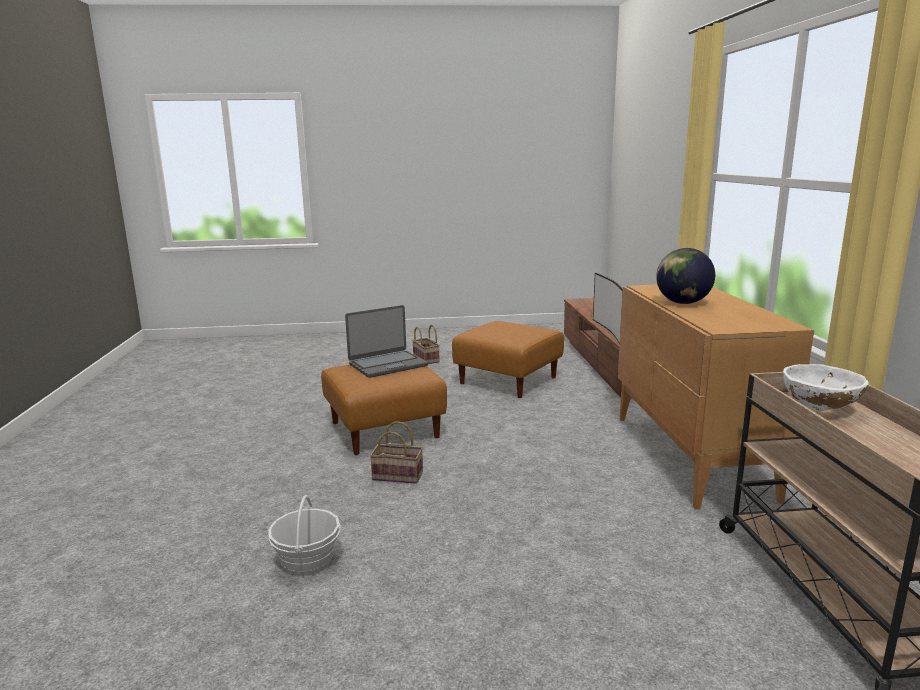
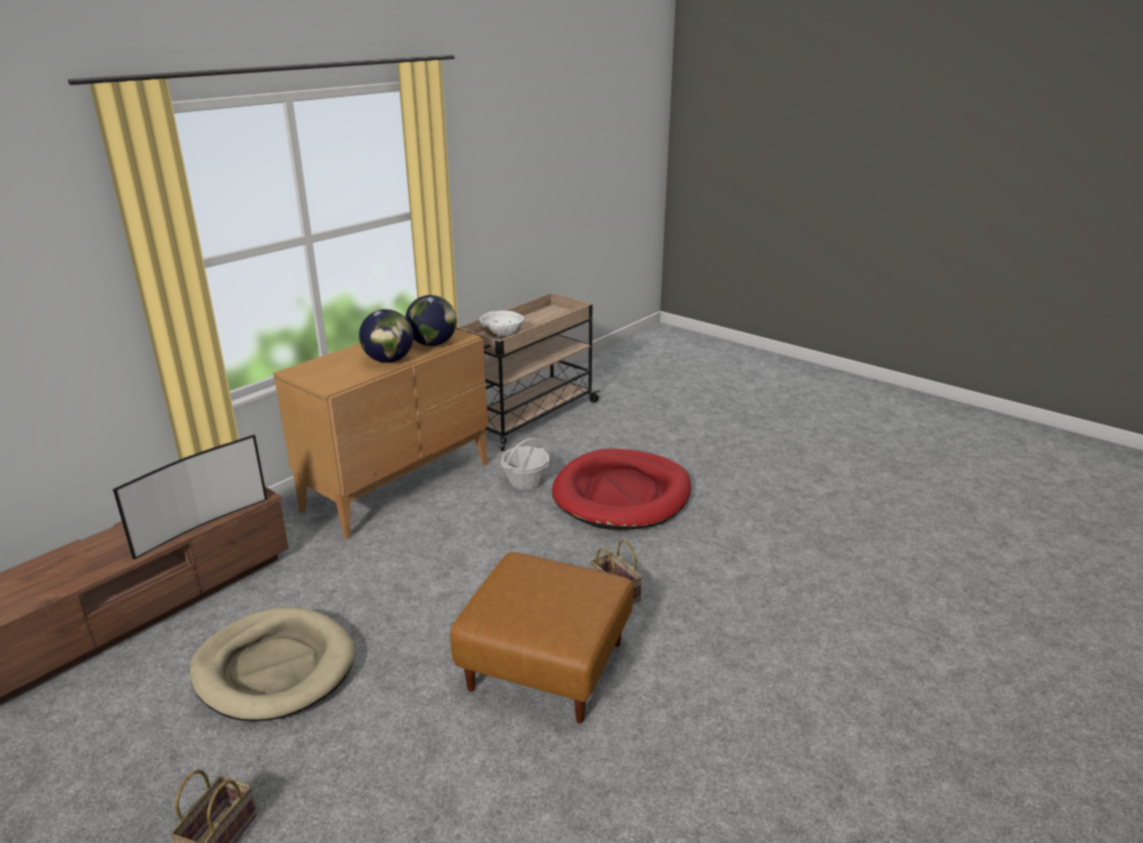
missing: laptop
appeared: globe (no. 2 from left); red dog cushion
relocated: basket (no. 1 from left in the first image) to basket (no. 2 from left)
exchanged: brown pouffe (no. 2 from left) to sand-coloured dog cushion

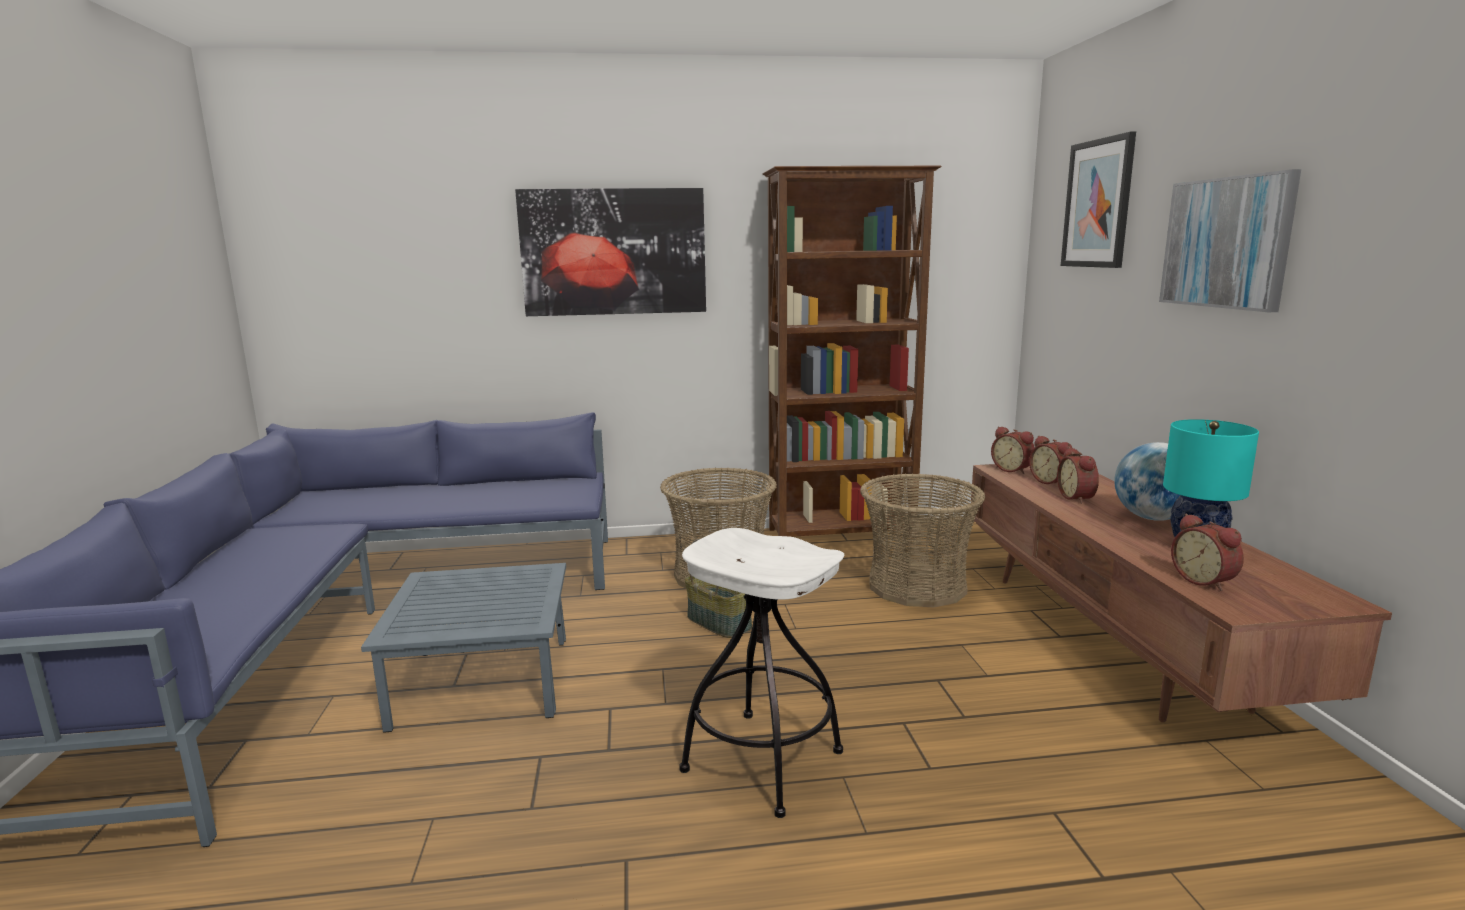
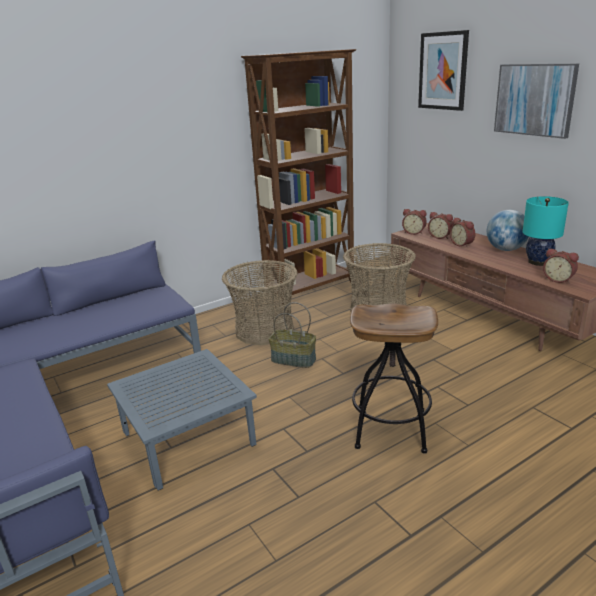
missing: picture (no. 1 from left)
colour: white-coloured stool seat to brown stool seat

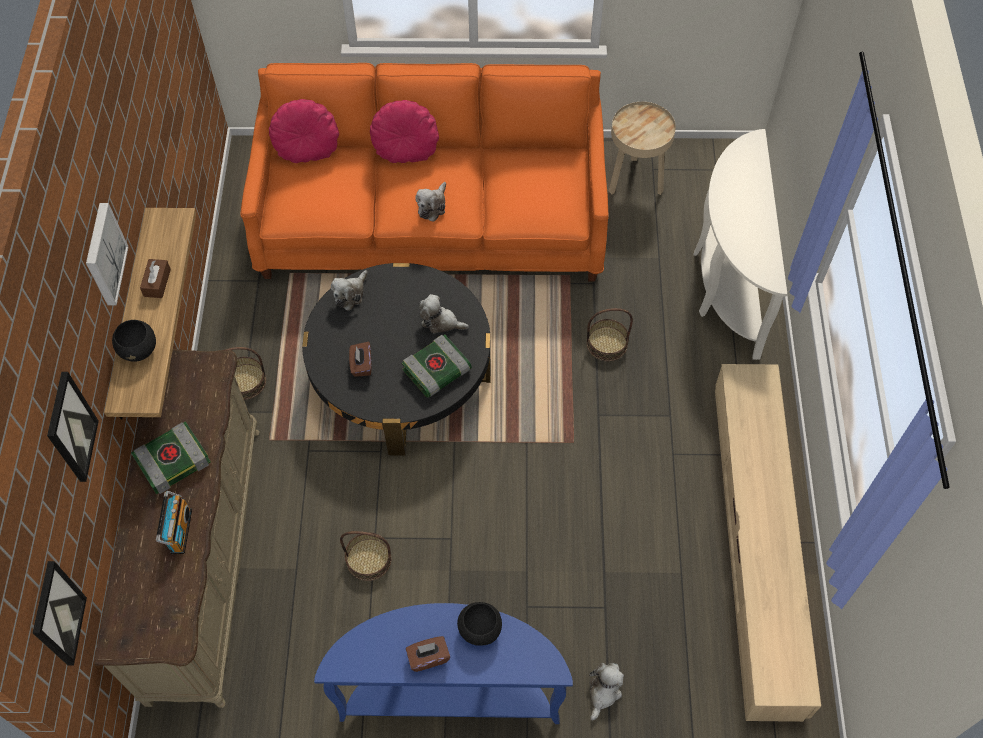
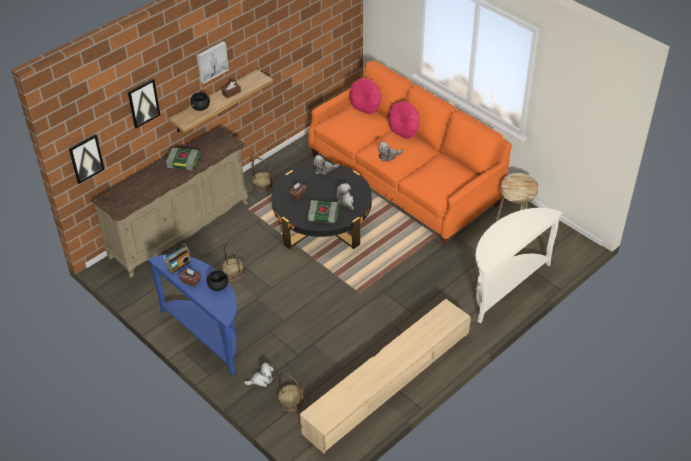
relocated: radio receiver; basket (no. 3 from left)

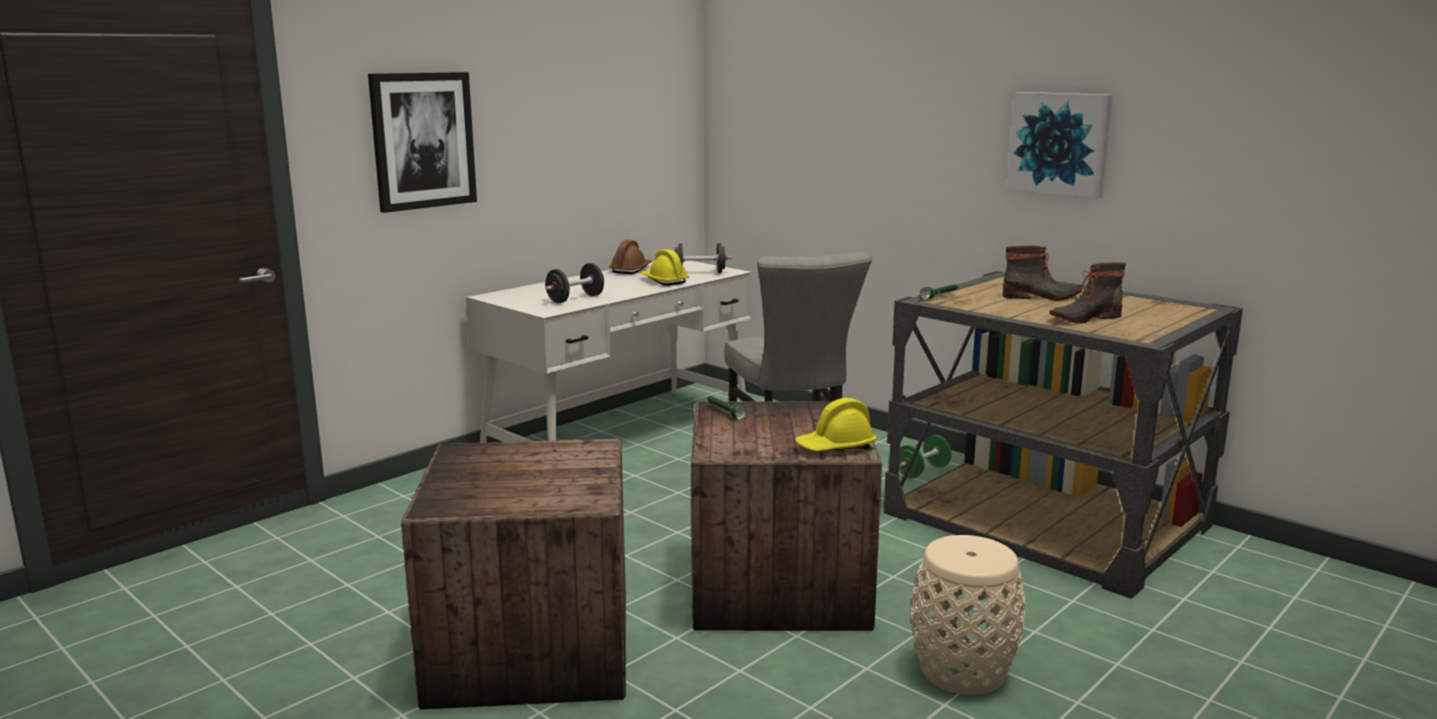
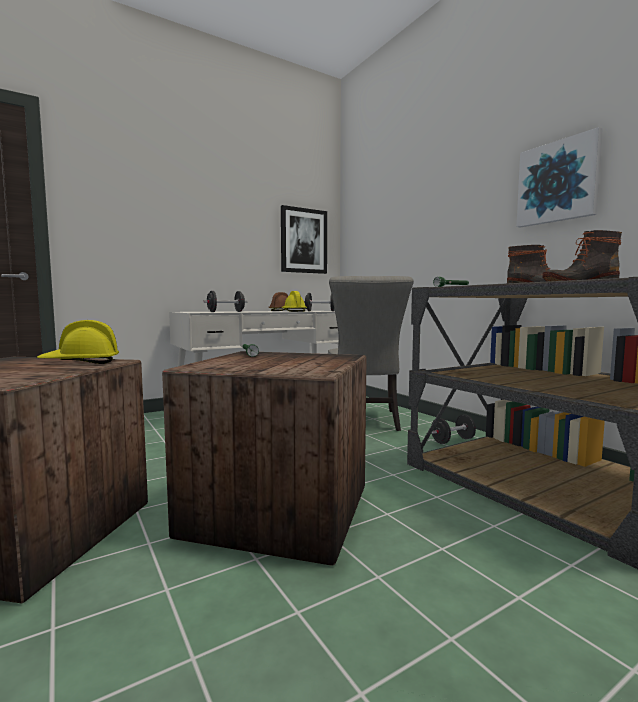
missing: sand-coloured stool seat
relocated: picture (no. 1 from left); yellowish work helmet (no. 2 from left in the first image) to yellowish work helmet (no. 1 from left)
colour: green-coloured hand weight to black hand weight (no. 3 from left)

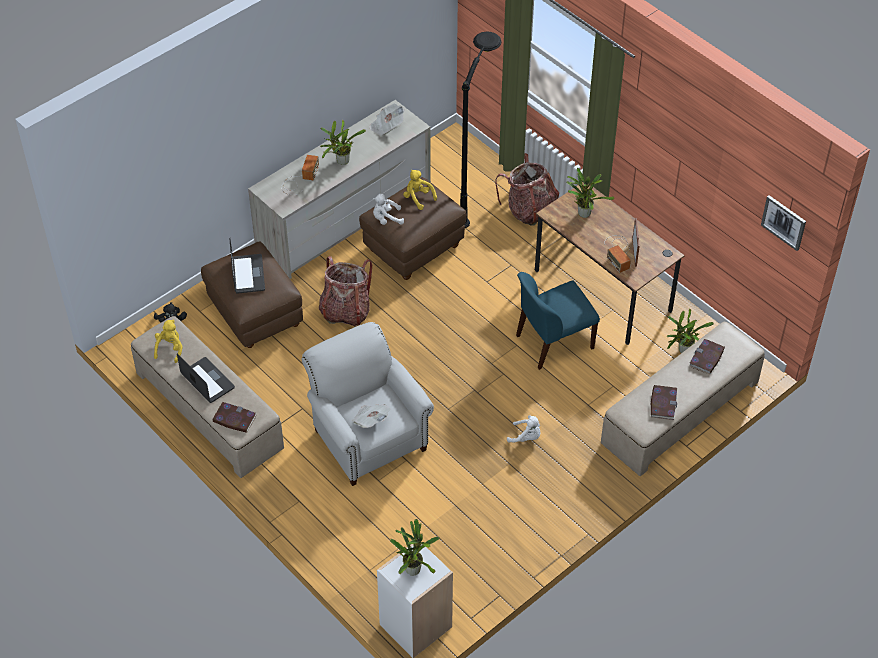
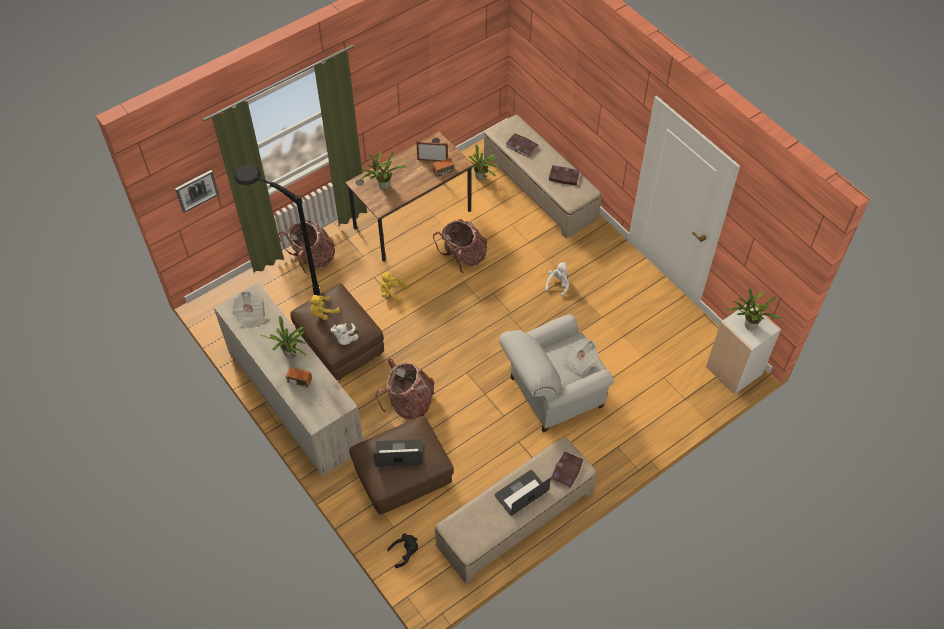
relocated: yellowish cuddly toy (no. 1 from left in the first image) to yellowish cuddly toy (no. 2 from left); picture
exchanged: bluish plain chair to backpack (no. 3 from left)

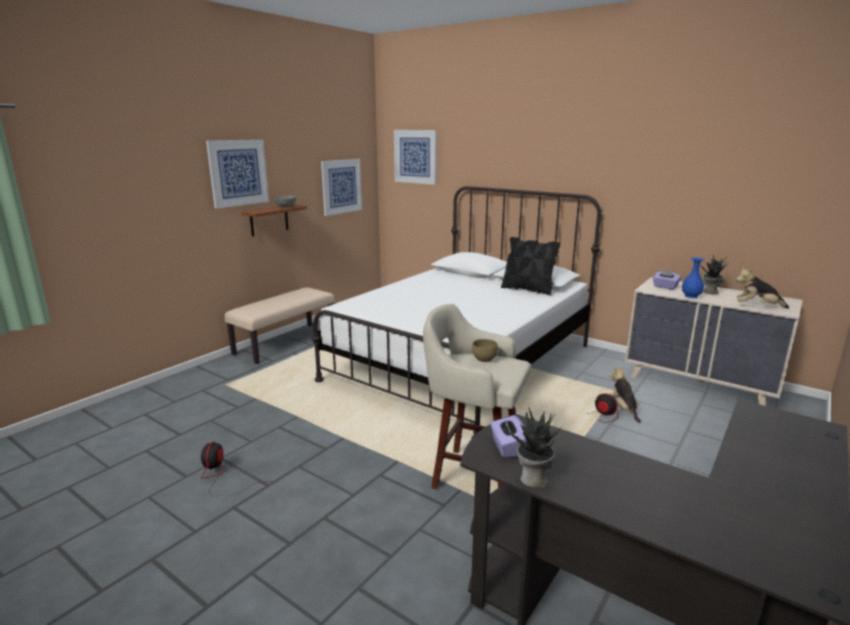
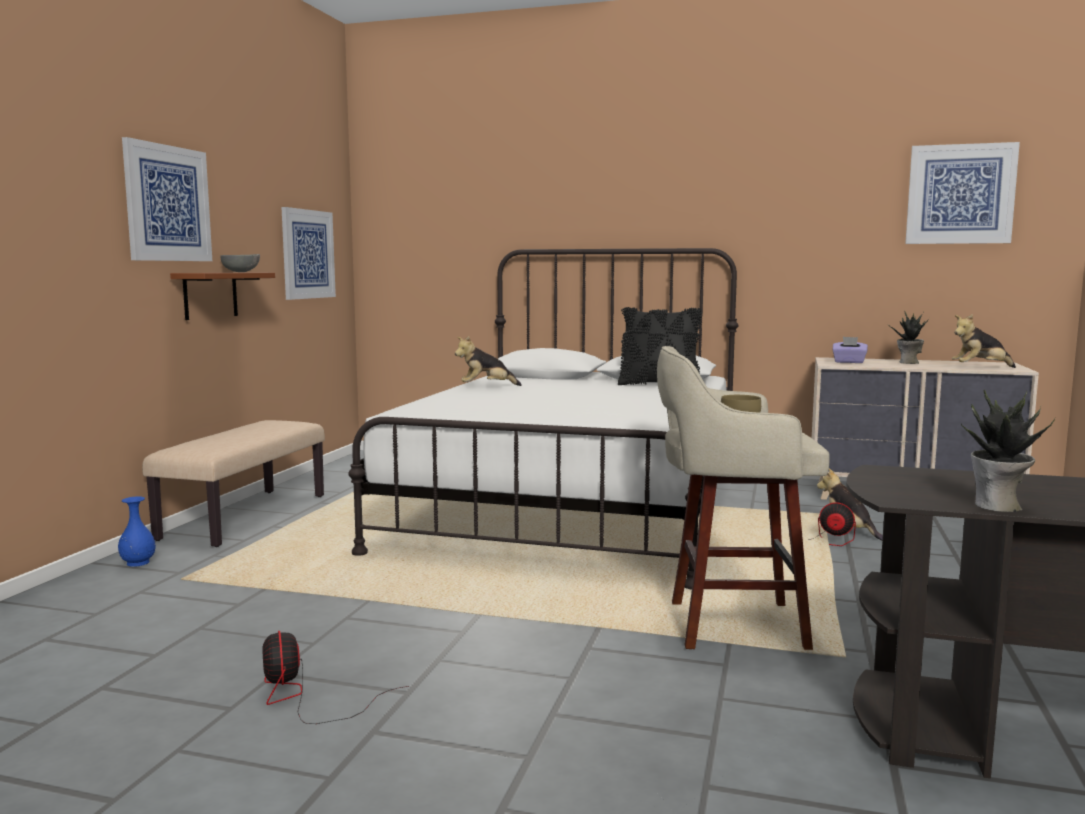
missing: purple-coloured box of tissues (no. 1 from left)
appeared: cuddly toy (no. 1 from left)
relocated: picture (no. 3 from left); bluish decorative vase

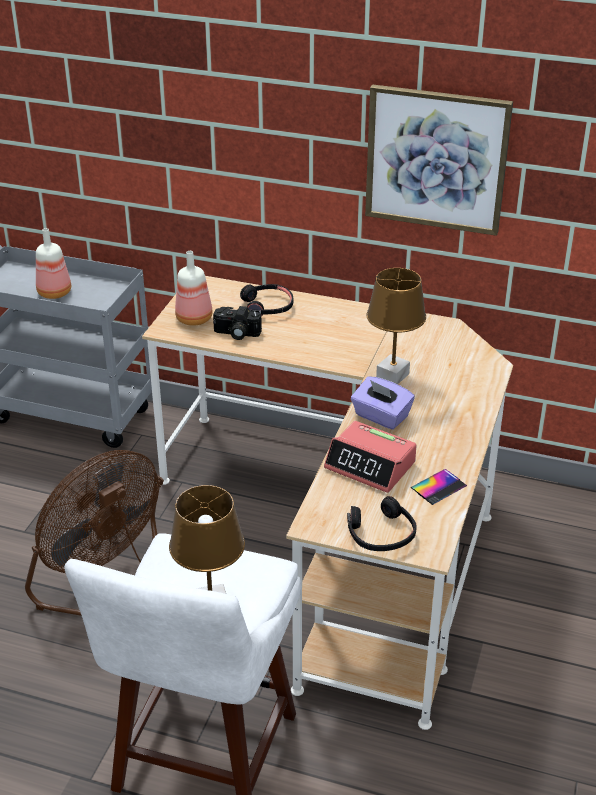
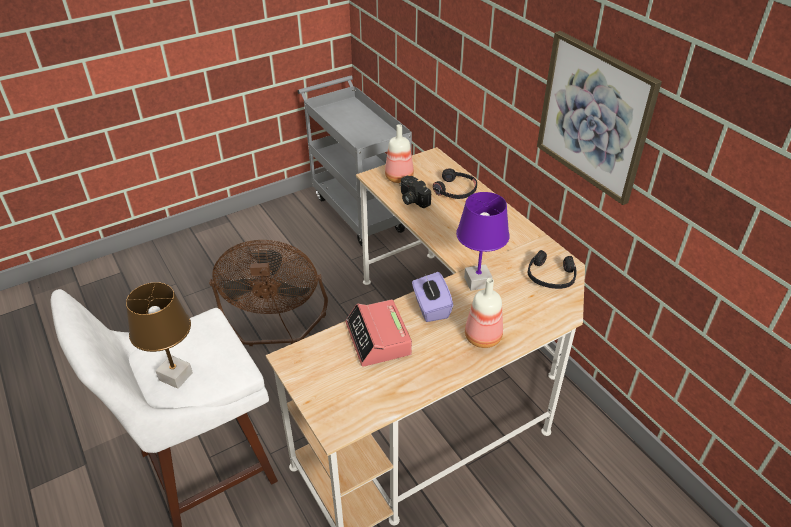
missing: telephone
relocated: drink bottle (no. 1 from left in the first image) to drink bottle (no. 2 from left); black headphones (no. 2 from left)
colour: brown table lamp (no. 2 from left) to purple-coloured table lamp

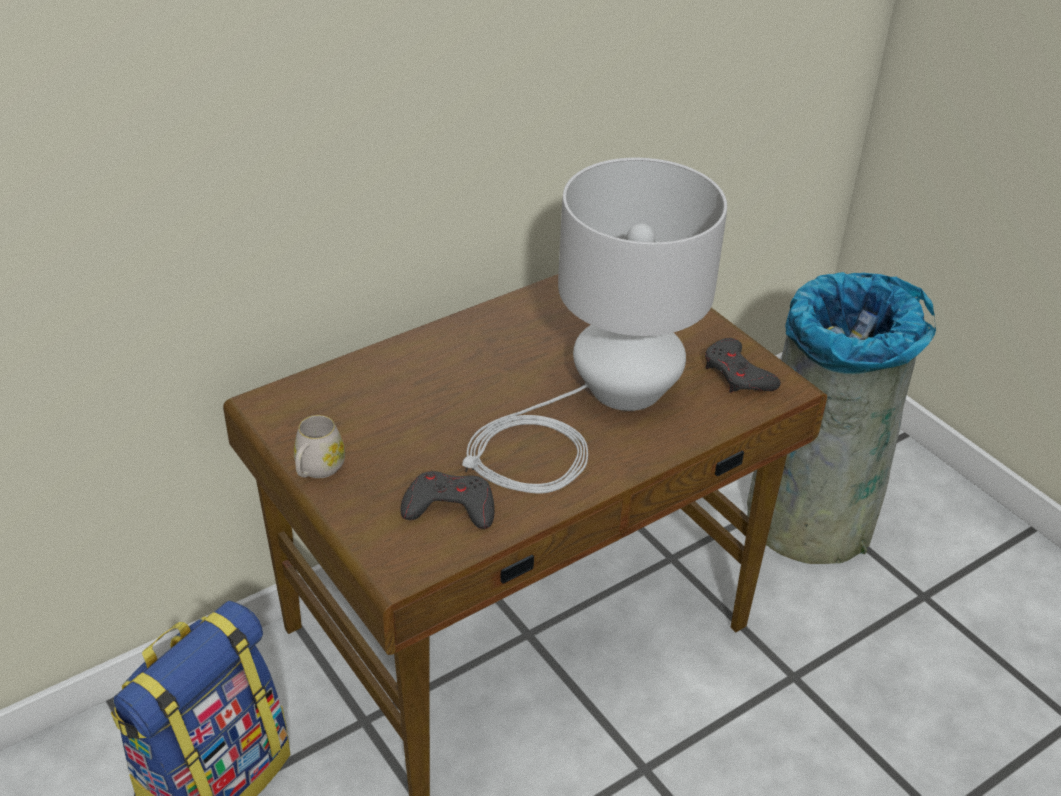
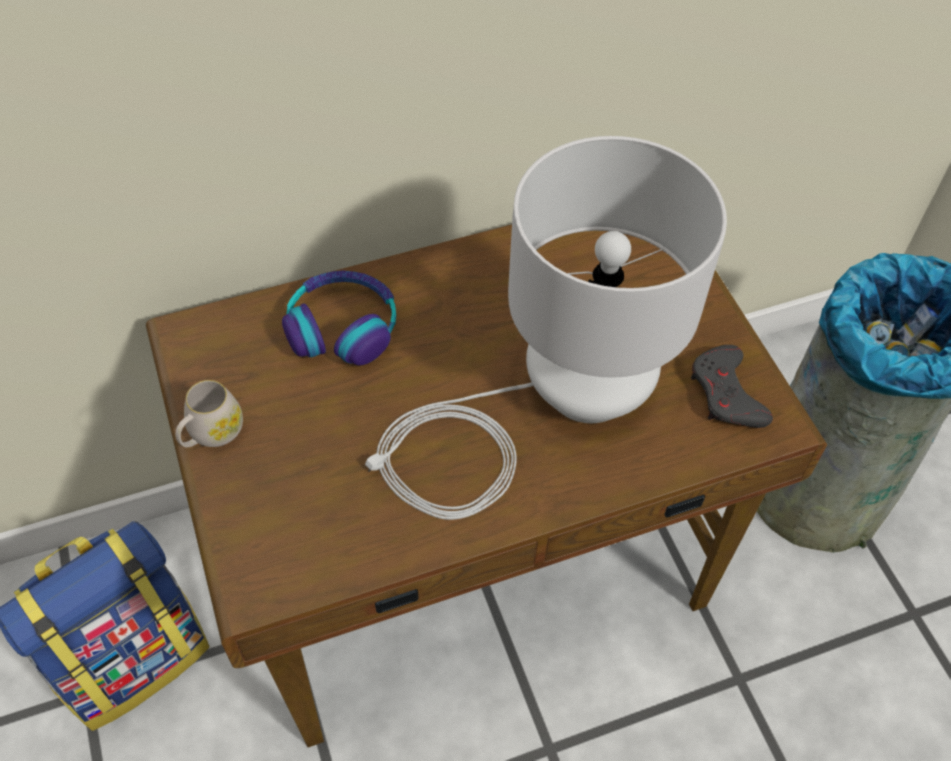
missing: grey game controller (no. 1 from left)
appeared: headphones

